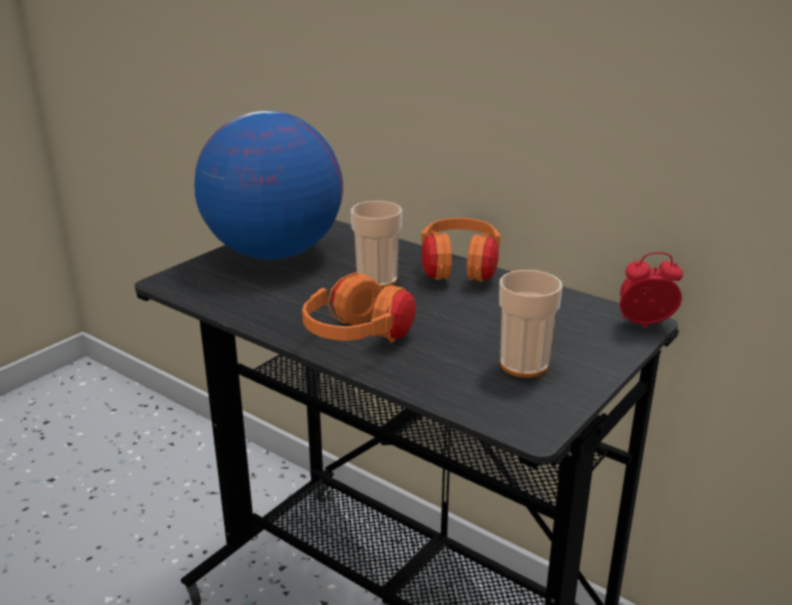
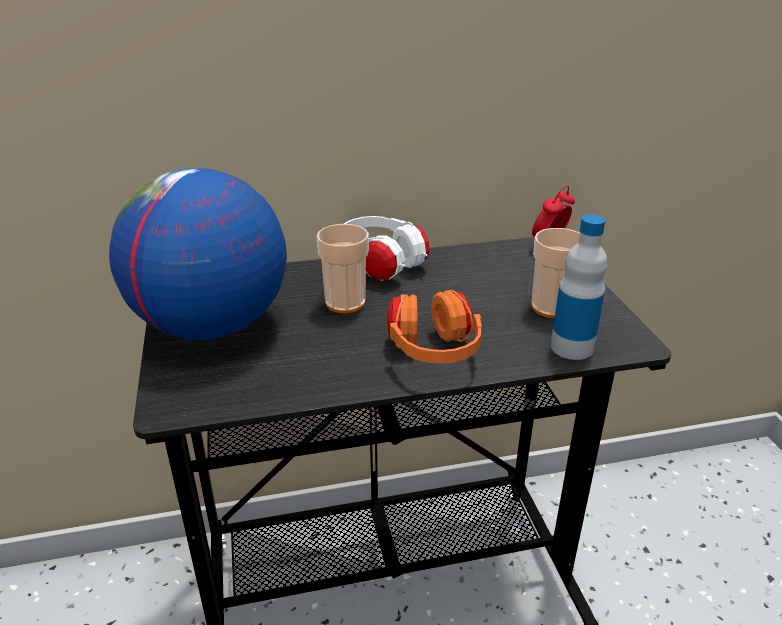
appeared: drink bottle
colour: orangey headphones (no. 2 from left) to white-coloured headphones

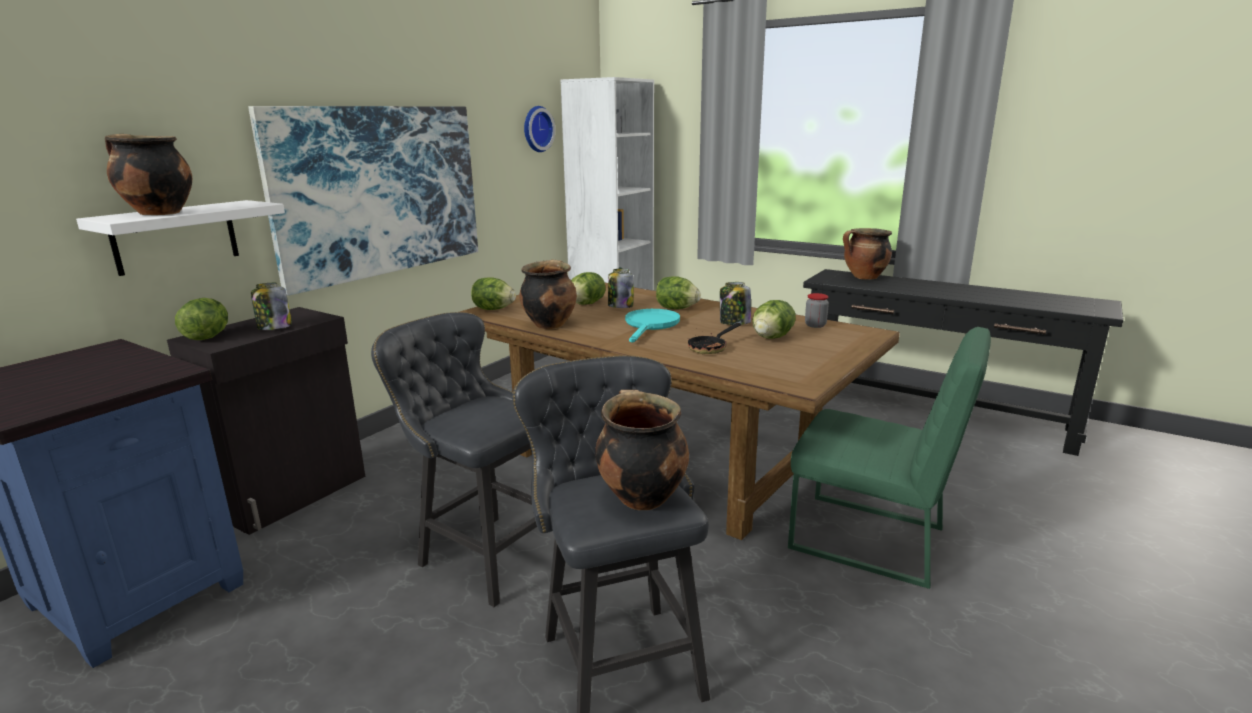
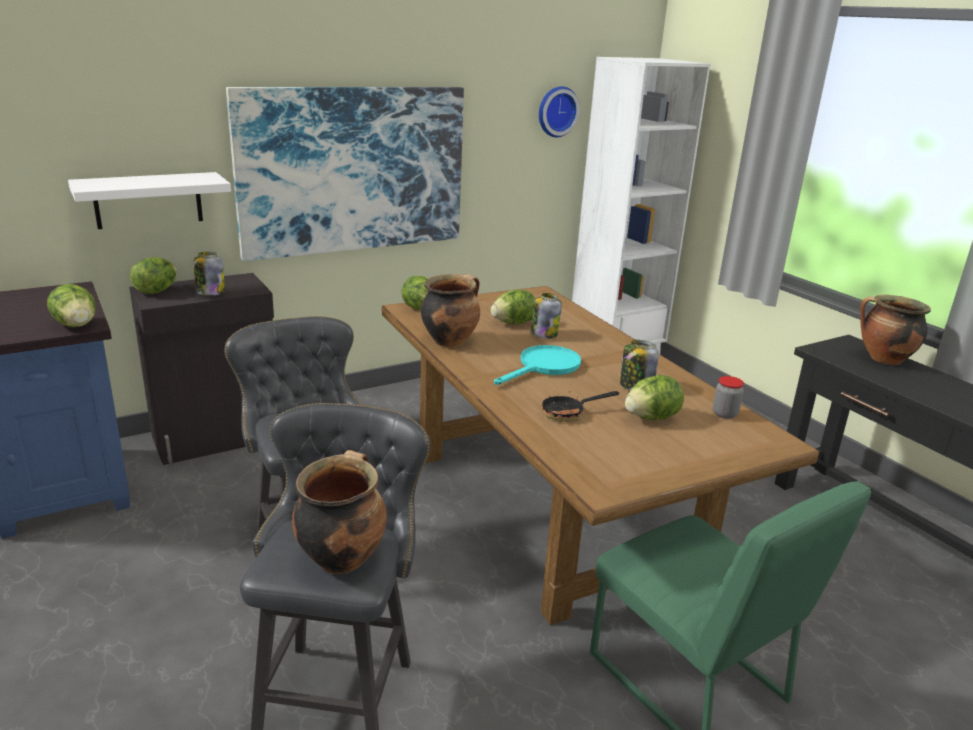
missing: saucepot (no. 1 from left)
relocated: lettuce (no. 4 from left in the first image) to lettuce (no. 1 from left)

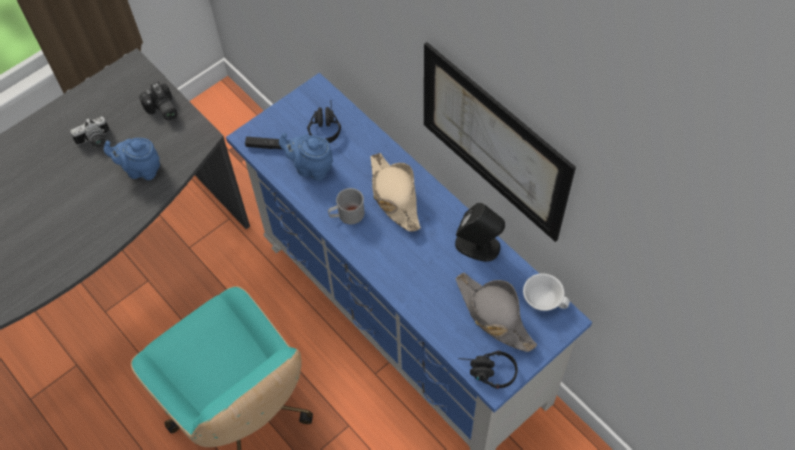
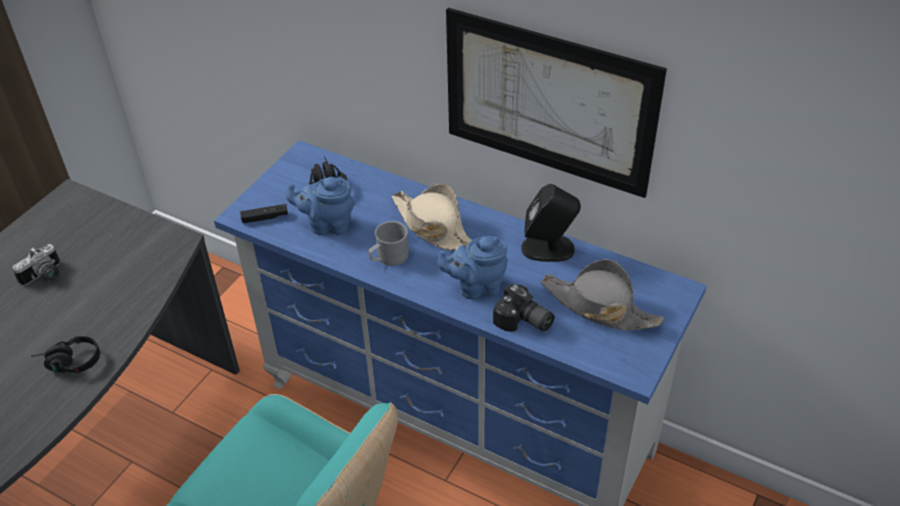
missing: white-coloured small cup
relocated: bluish tea pot (no. 1 from left in the first image) to bluish tea pot (no. 2 from left); still camera (no. 2 from left); black headphones (no. 2 from left in the first image) to black headphones (no. 1 from left)

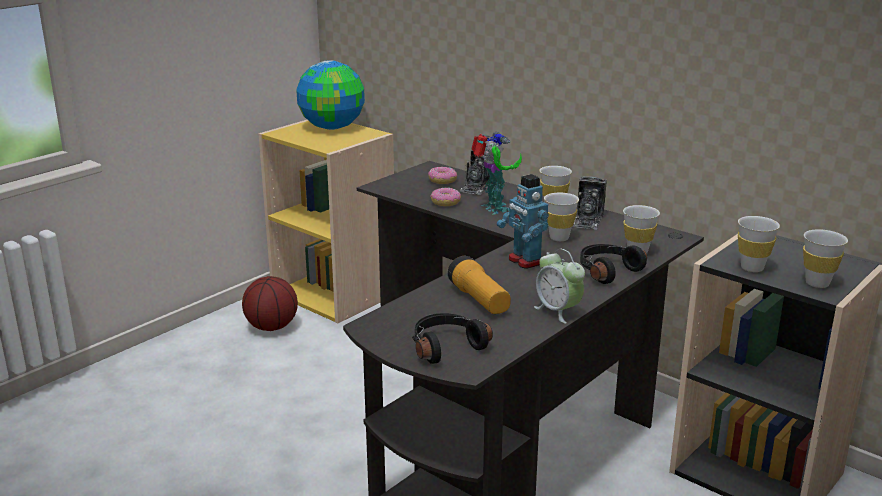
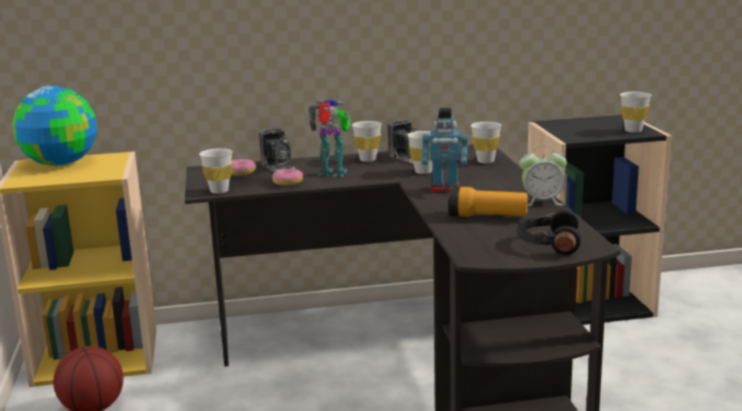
missing: black headphones (no. 2 from left)
relocated: white-coloured small cup (no. 4 from left in the first image) to white-coloured small cup (no. 1 from left)

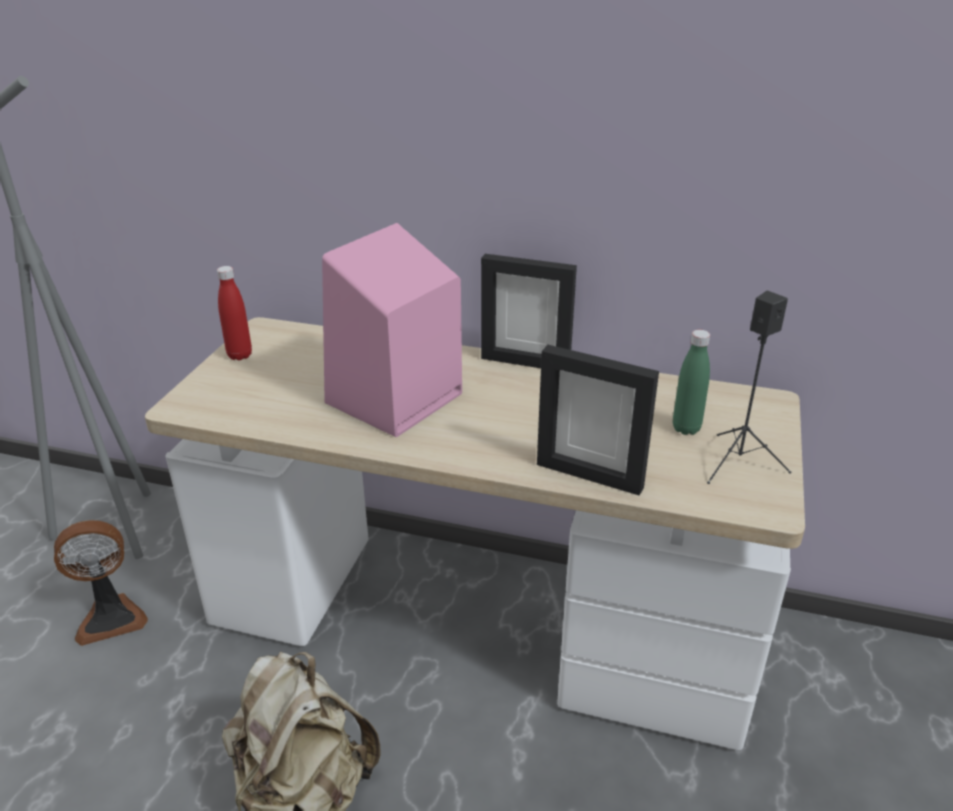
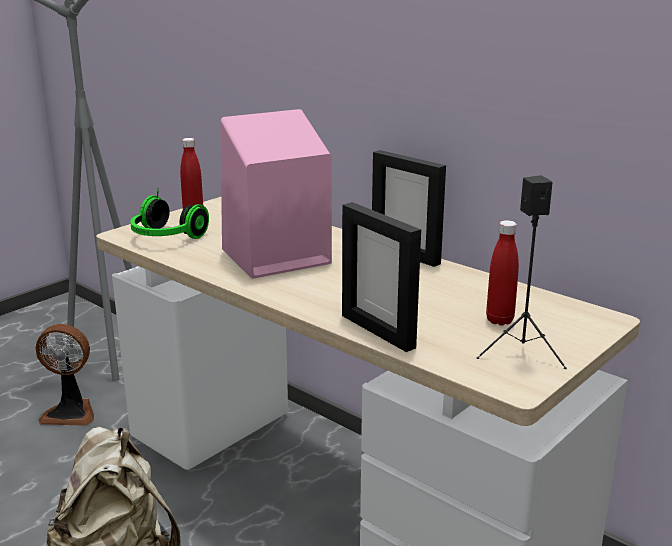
appeared: headphones
colour: green-coloured drink bottle to red drink bottle (no. 2 from left)

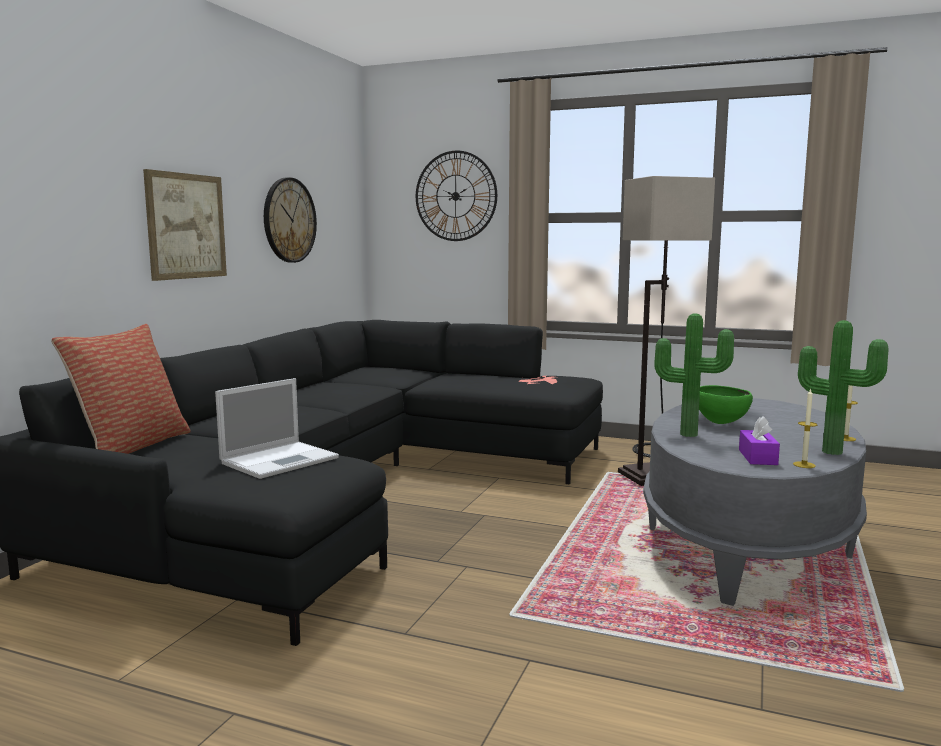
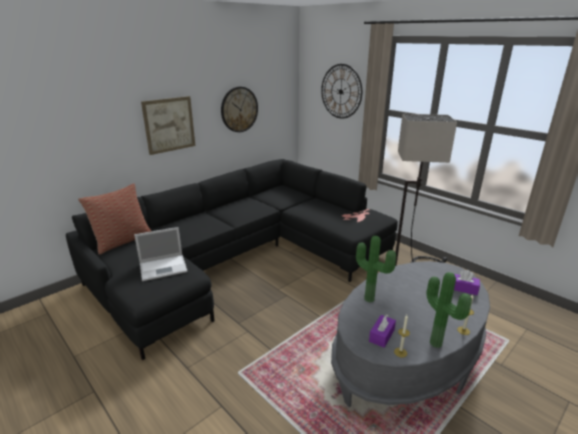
missing: green-coloured serving bowl
appeared: purple-coloured box of tissues (no. 2 from left)

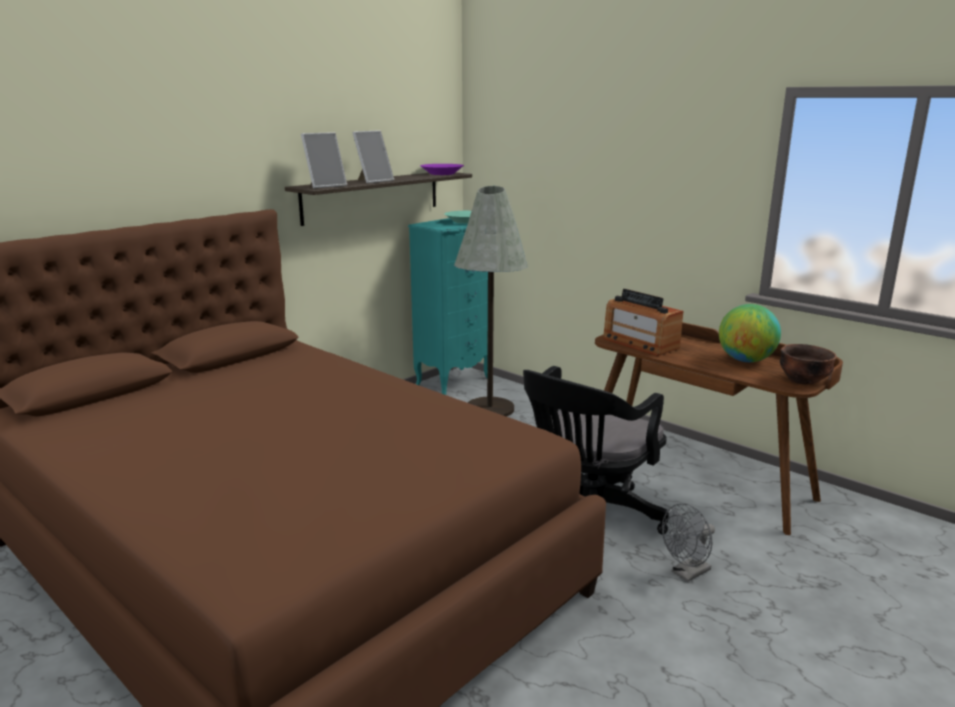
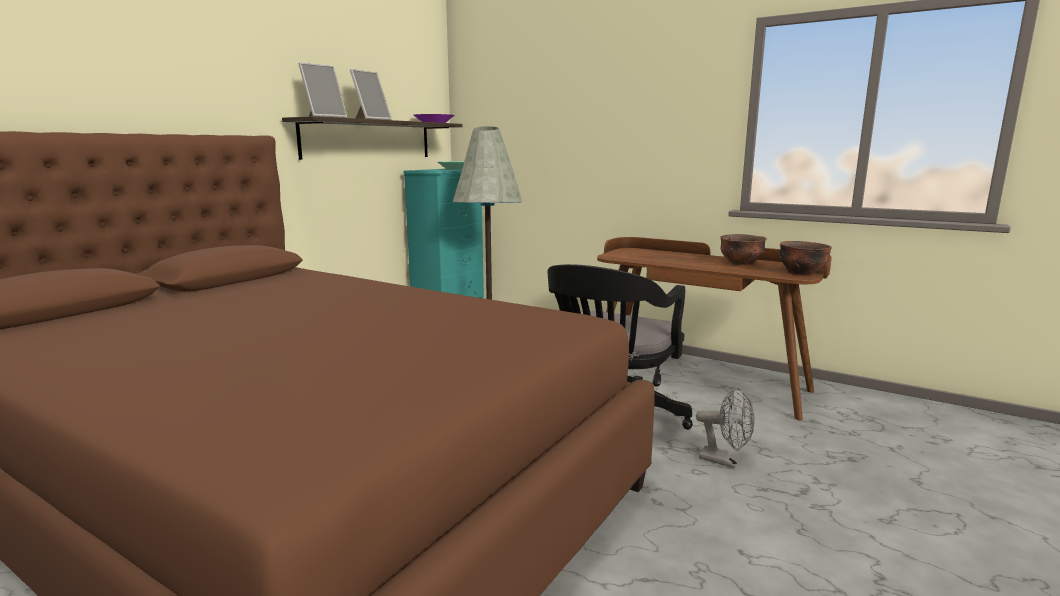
missing: radio receiver
exchanged: globe to brown serving bowl (no. 1 from left)
spun: grey fan 105 degrees counterclockwise

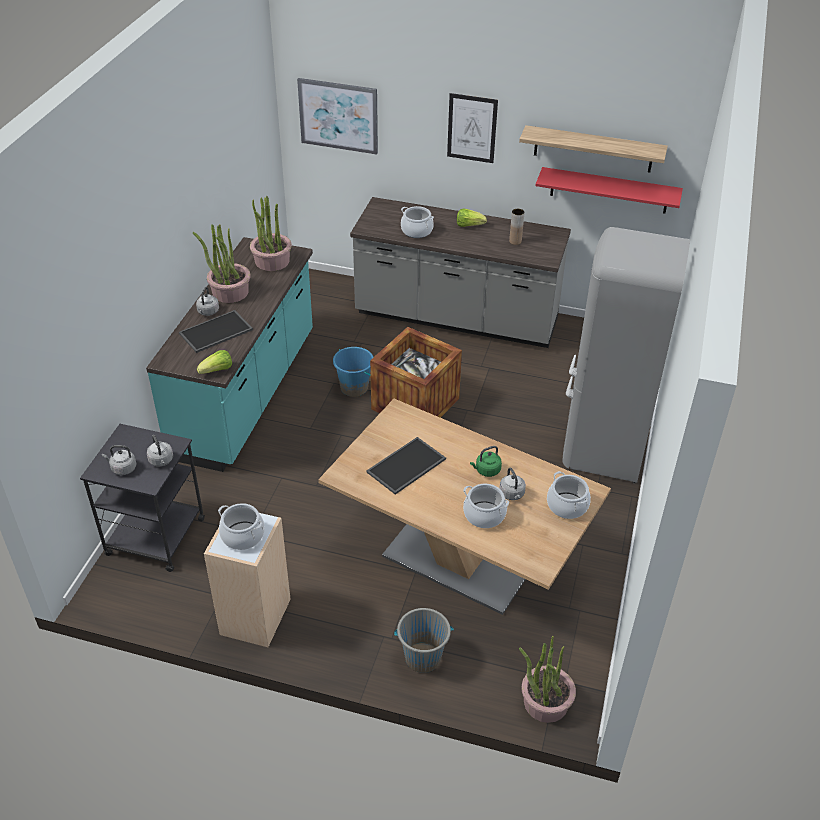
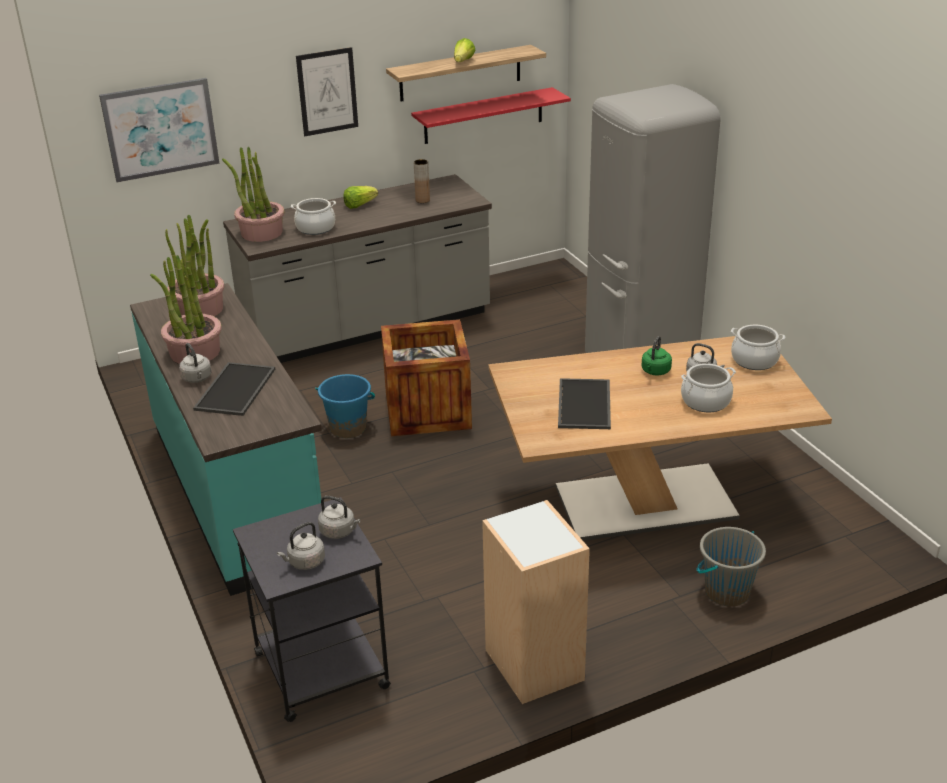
missing: saucepot (no. 1 from left)
relocated: lettuce (no. 1 from left in the first image) to lettuce (no. 2 from left); plant in a pot (no. 3 from left)

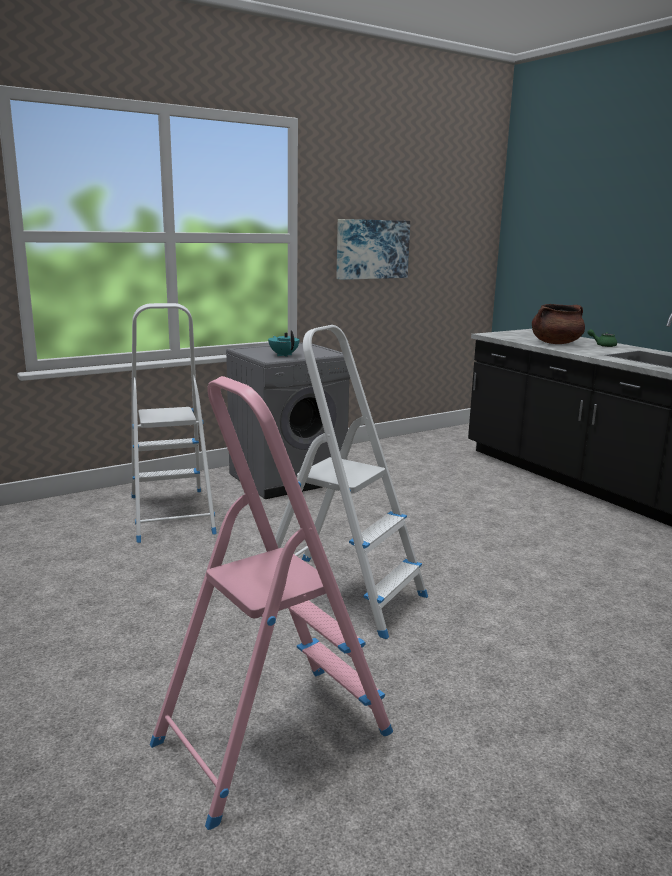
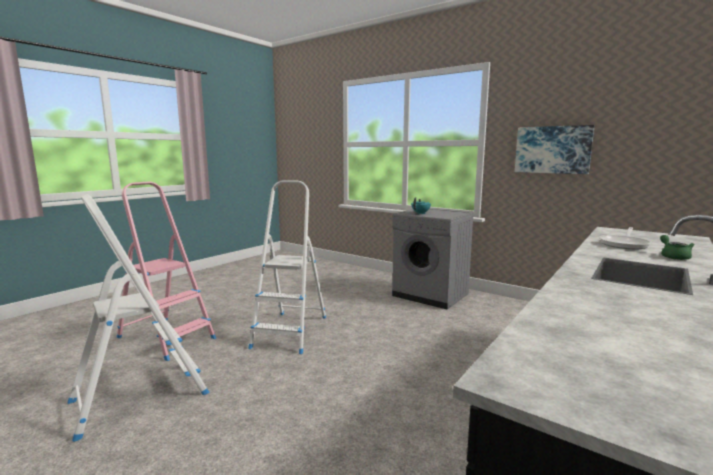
relocated: white-coloured step stool (no. 1 from left)
exchanged: brown saucepot to frying pan

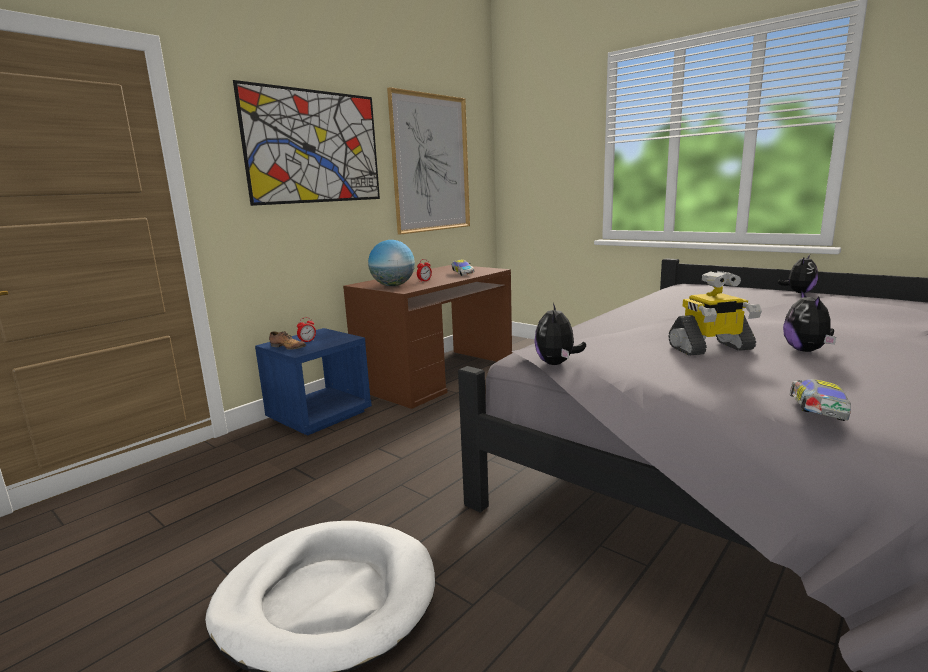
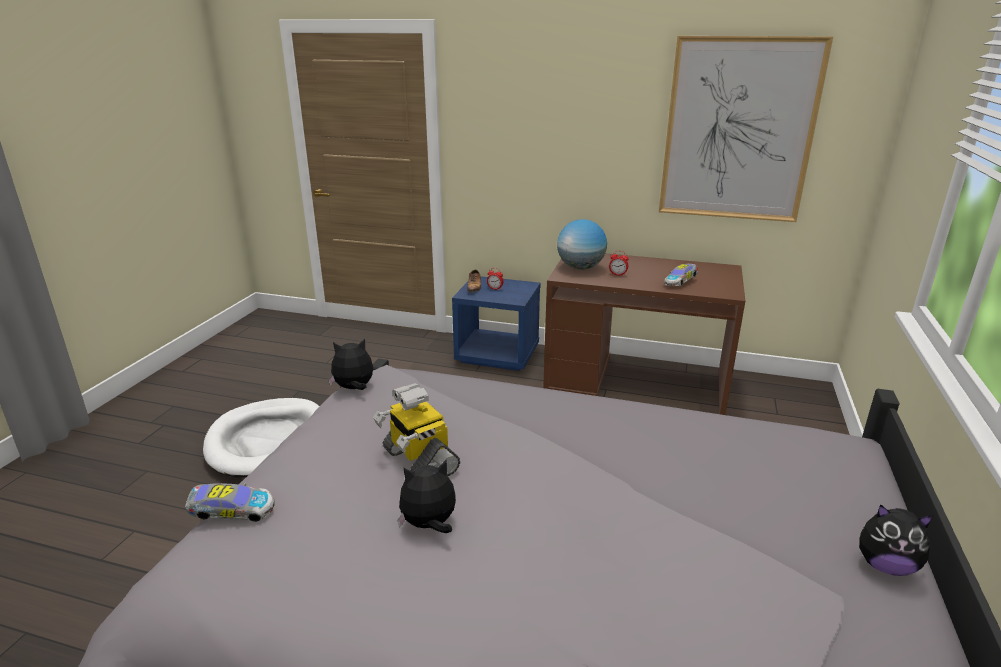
missing: picture (no. 1 from left)

